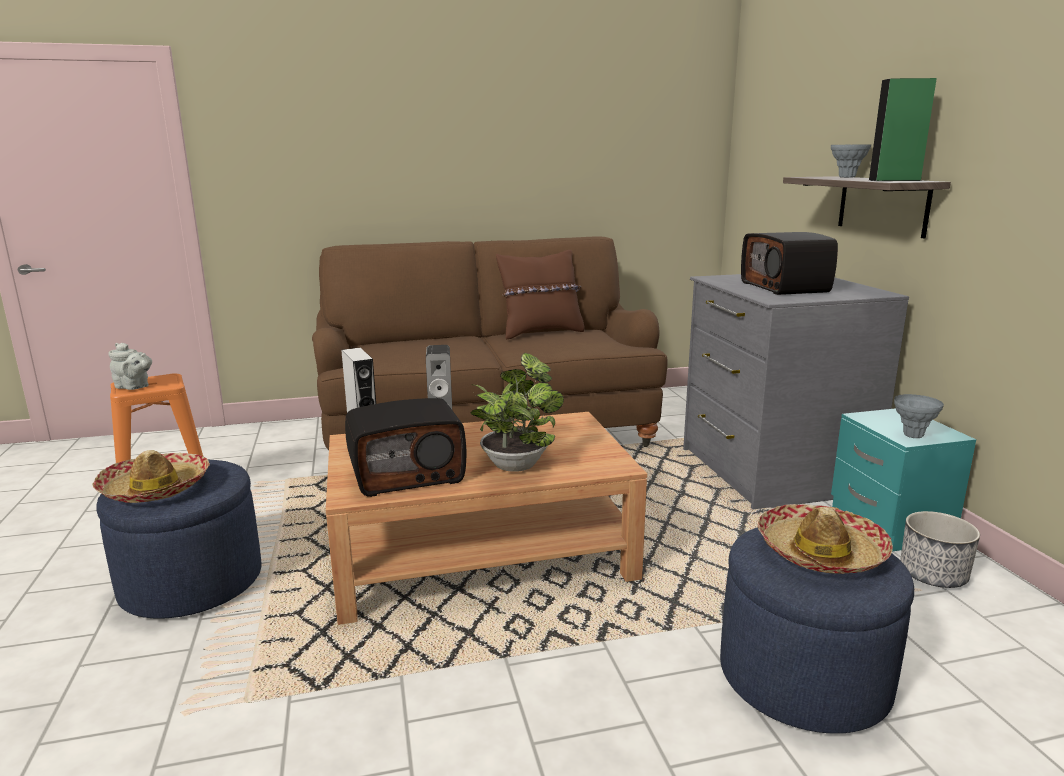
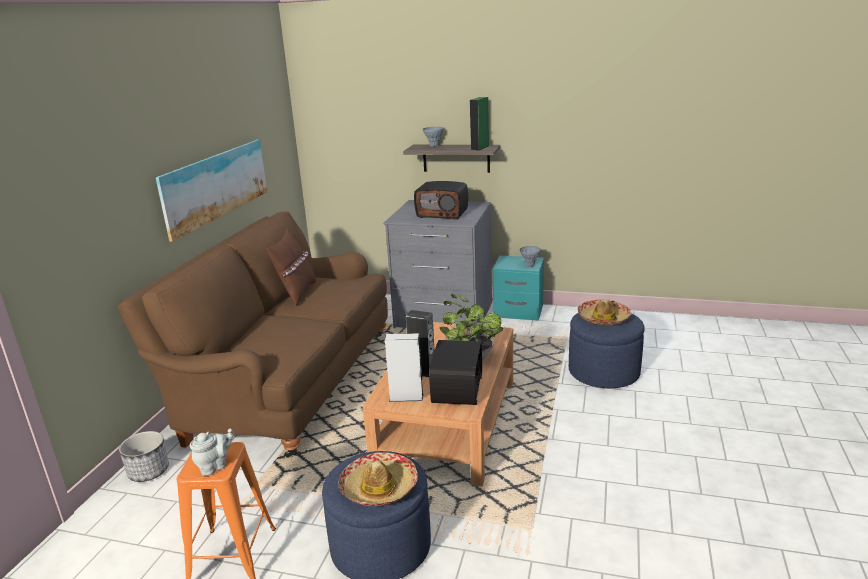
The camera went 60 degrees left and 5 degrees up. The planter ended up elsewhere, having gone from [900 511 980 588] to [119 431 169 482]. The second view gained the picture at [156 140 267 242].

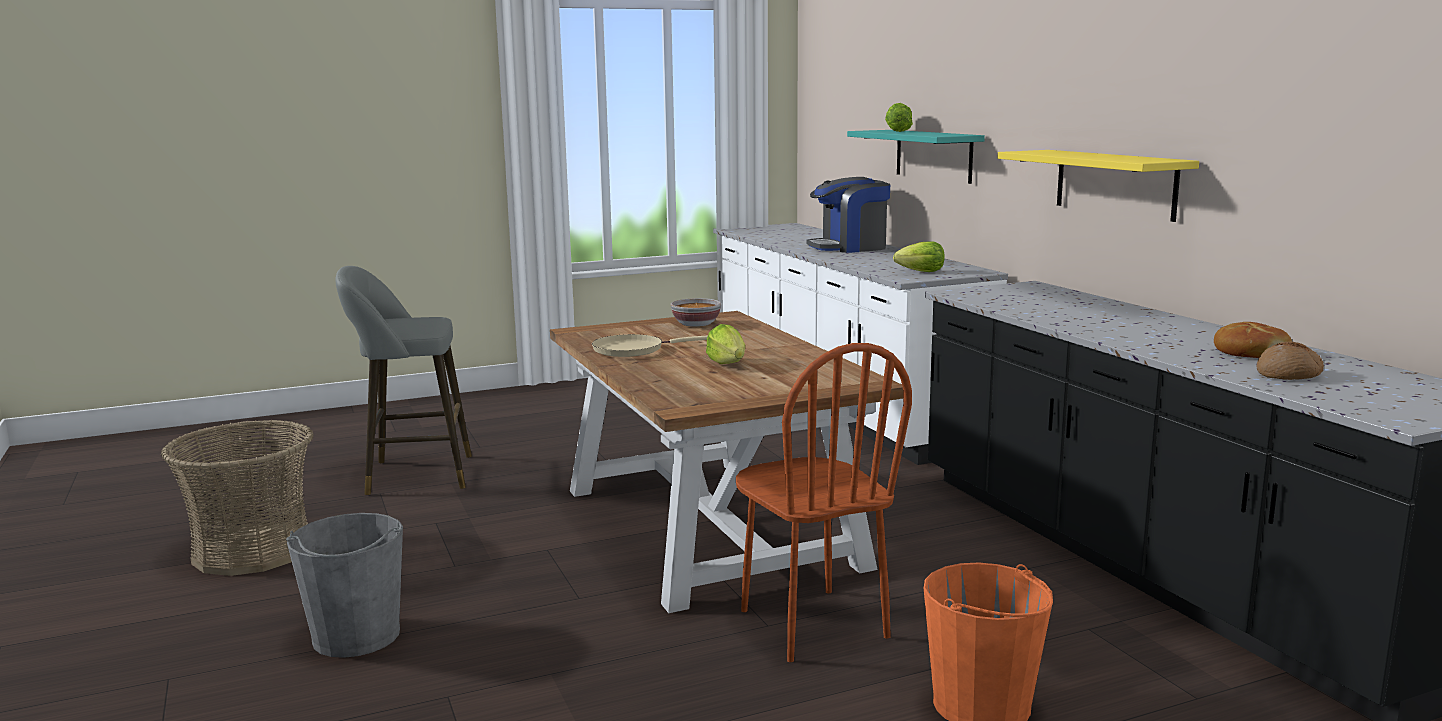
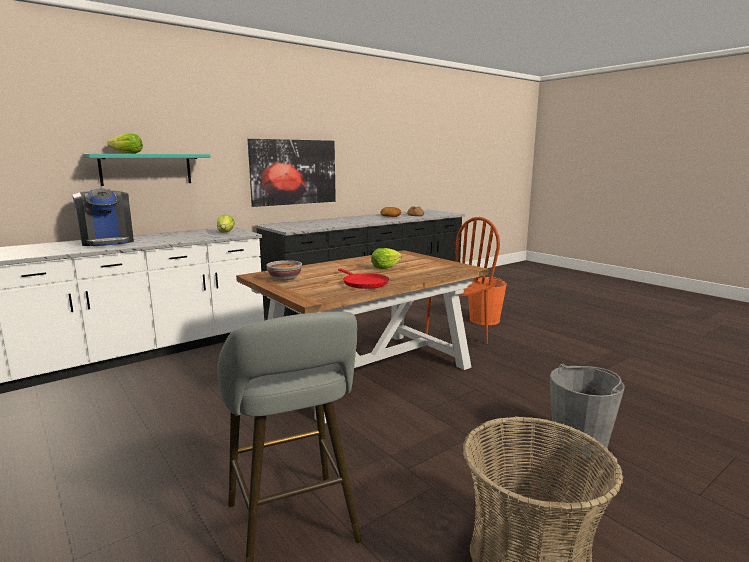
The camera went 105 degrees left and 0 degrees up. Where the yellow shelf hung at [997 150 1199 222], the picture came to hang at [248 139 336 207]. What was the beige frying pan at [592 334 708 357] turned into the red frying pan at [338 268 389 289].

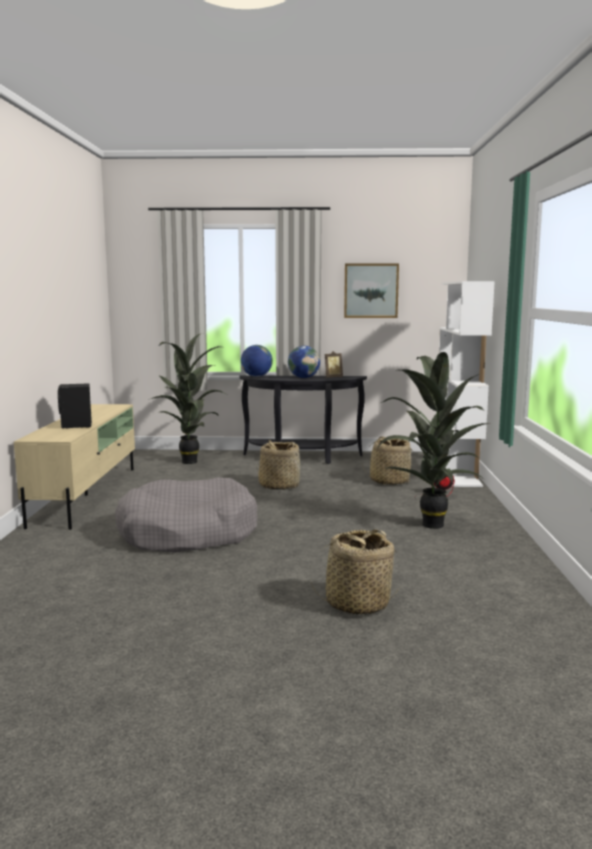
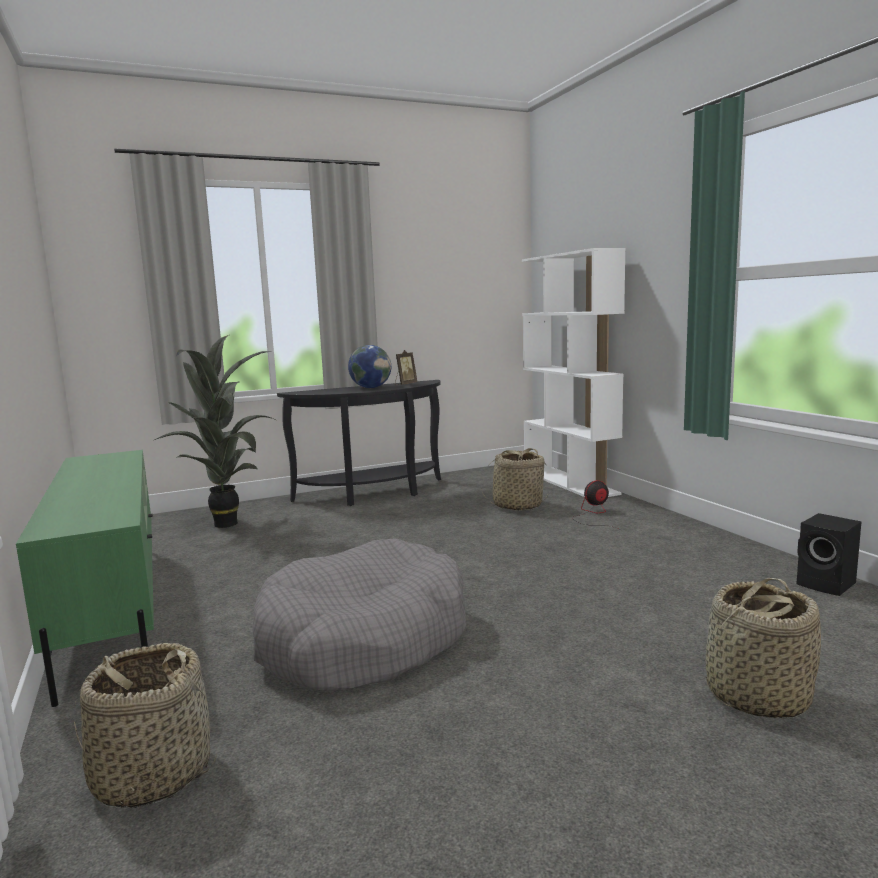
The camera went 25 degrees left and 0 degrees up. What was the beige tv stand at [14 404 135 530] turned into the green tv stand at [16 450 154 707]. The basket ended up elsewhere, having gone from [257 439 301 490] to [74 643 217 808]. The black speaker ended up elsewhere, having gone from [58 383 92 429] to [796 513 862 596]. The second view lost the globe at [241 345 273 377]. The second view lost the picture at [344 263 399 318]. The second view lost the potted plant at [376 352 489 529].

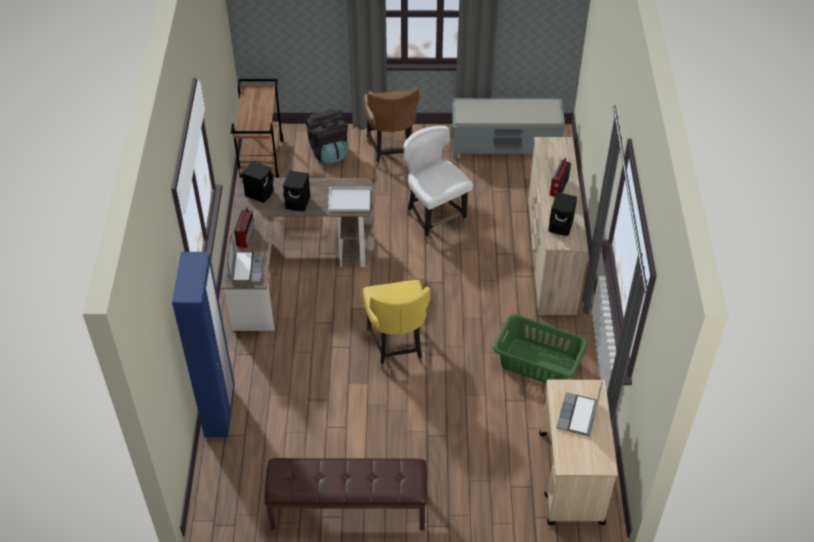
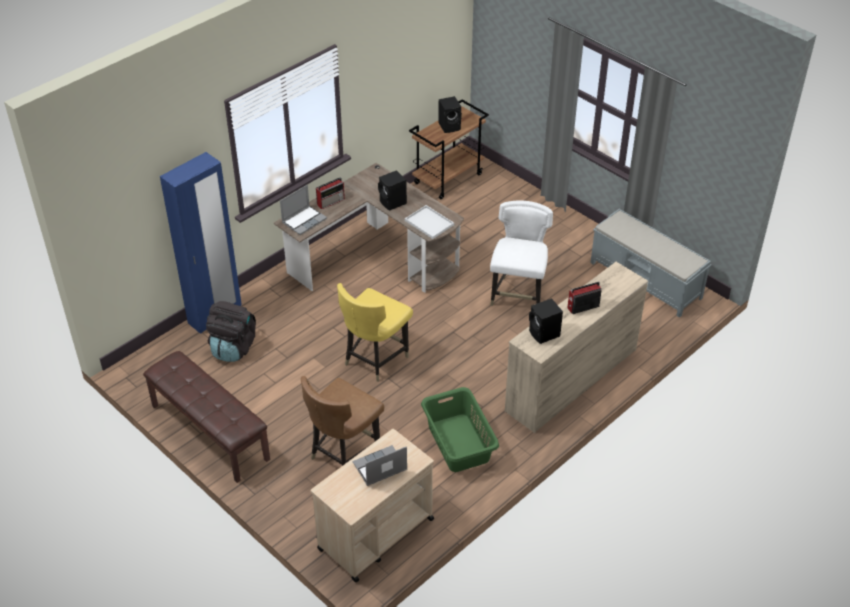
The camera went 45 degrees right and 5 degrees down. The black backpack ended up elsewhere, having gone from [306 109 348 163] to [206 301 256 362]. The brown chair ended up elsewhere, having gone from [363 87 419 168] to [301 376 384 466]. The black speaker ended up elsewhere, having gone from [242 161 274 203] to [438 96 462 133].

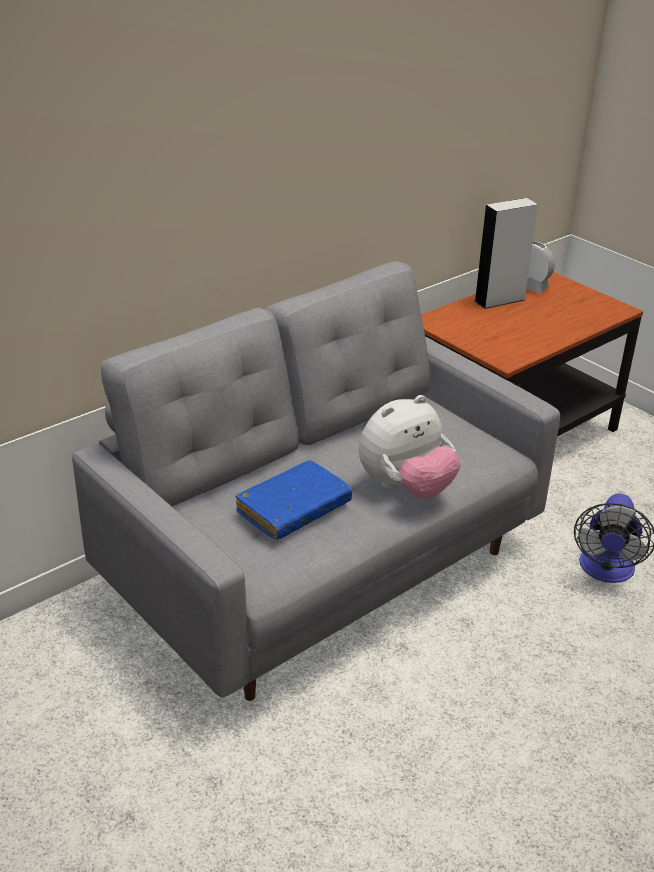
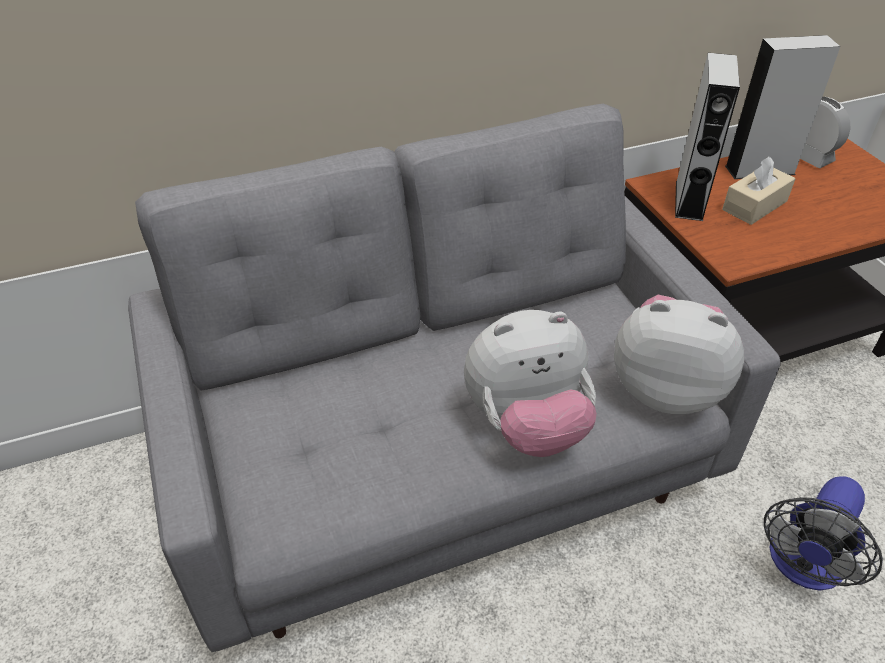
The camera went 20 degrees right and 10 degrees up. The second view gained the plush toy at [614 295 744 414]. The second view gained the grey speaker at [675 53 740 221]. The second view gained the beige tissue box at [722 156 795 225]. The second view lost the blue book at [235 460 352 540].

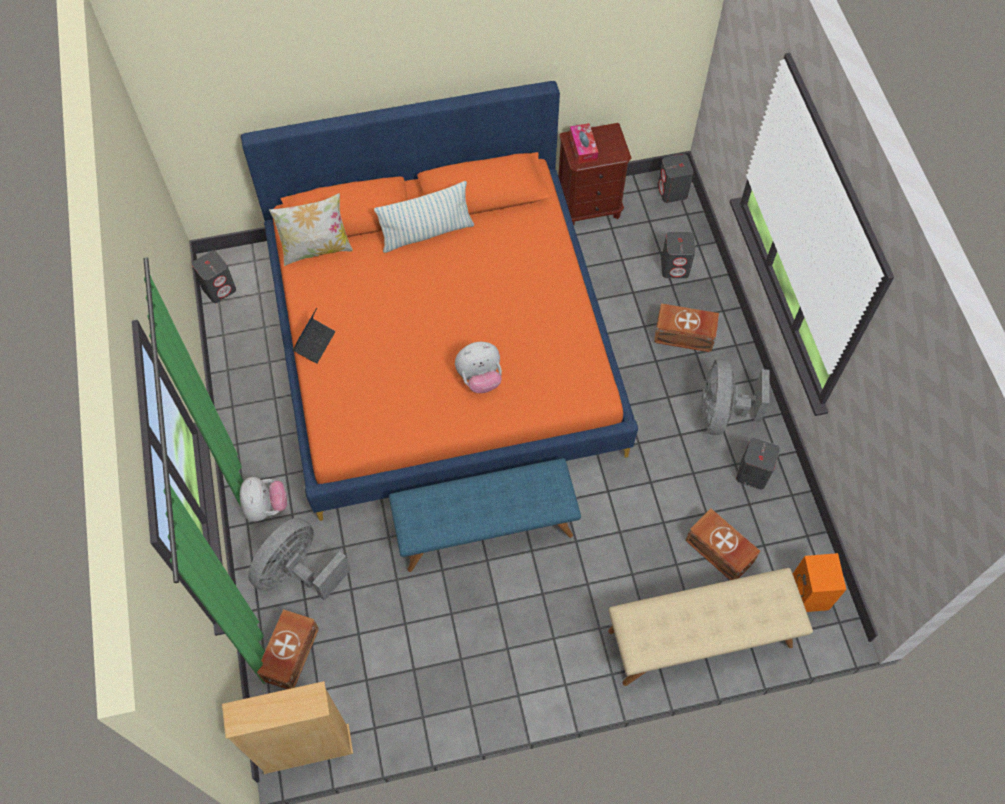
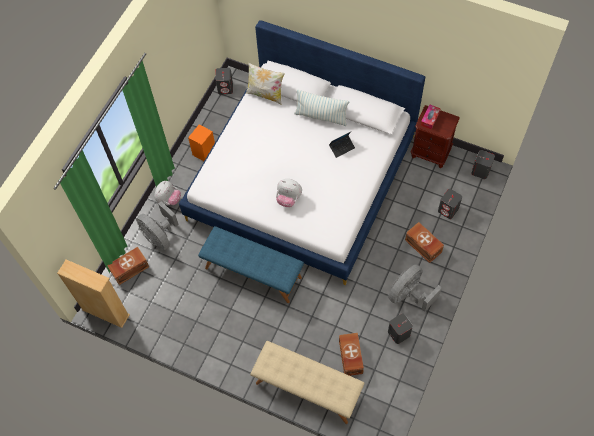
The camera went 40 degrees right and 0 degrees up. The grey fan at [248 518 351 601] ended up facing another way, 120 degrees counterclockwise from before. What was the orange bed at [241 81 638 521] turned into the white bed at [179 20 425 285]. The orange speaker ended up elsewhere, having gone from [793 553 846 612] to [188 124 215 161]. The laptop ended up elsewhere, having gone from [293 308 335 364] to [329 132 355 158].

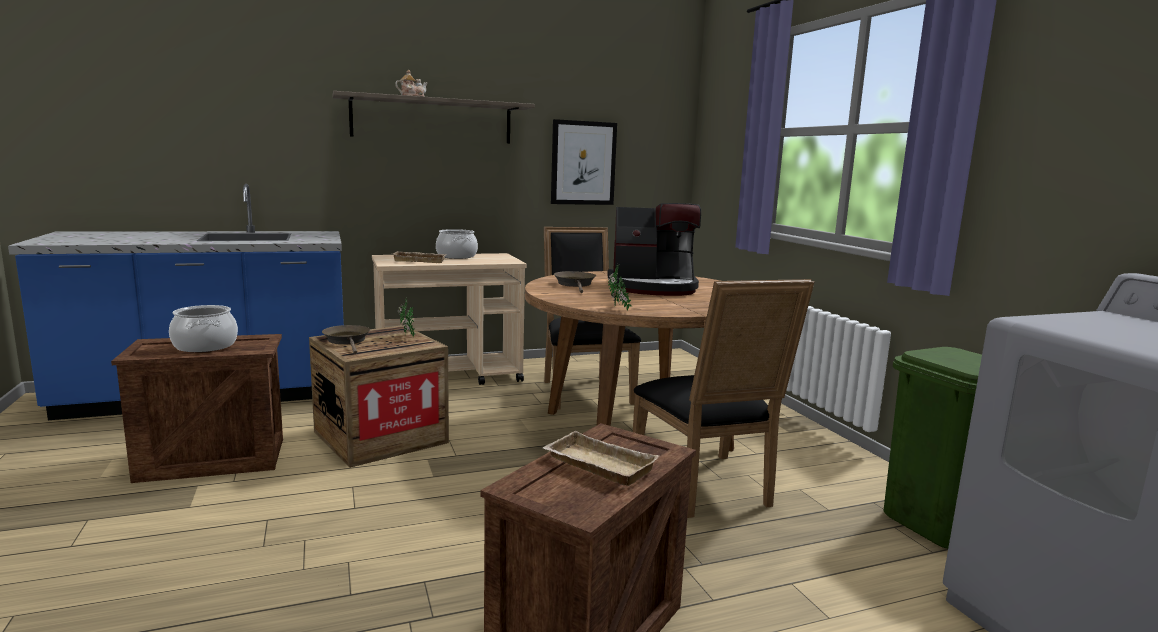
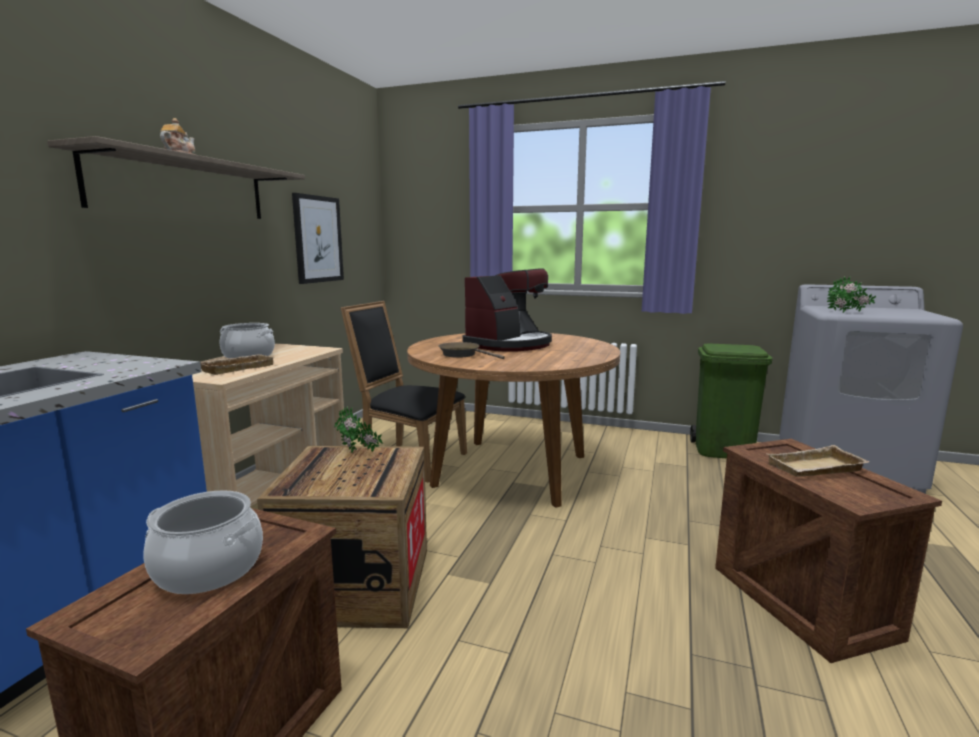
The camera went 50 degrees left and 0 degrees up. The potted plant ended up elsewhere, having gone from [608 264 632 311] to [827 276 876 313]. The second view lost the brown frying pan at [322 325 370 354]. The second view lost the black chair at [633 279 815 518].

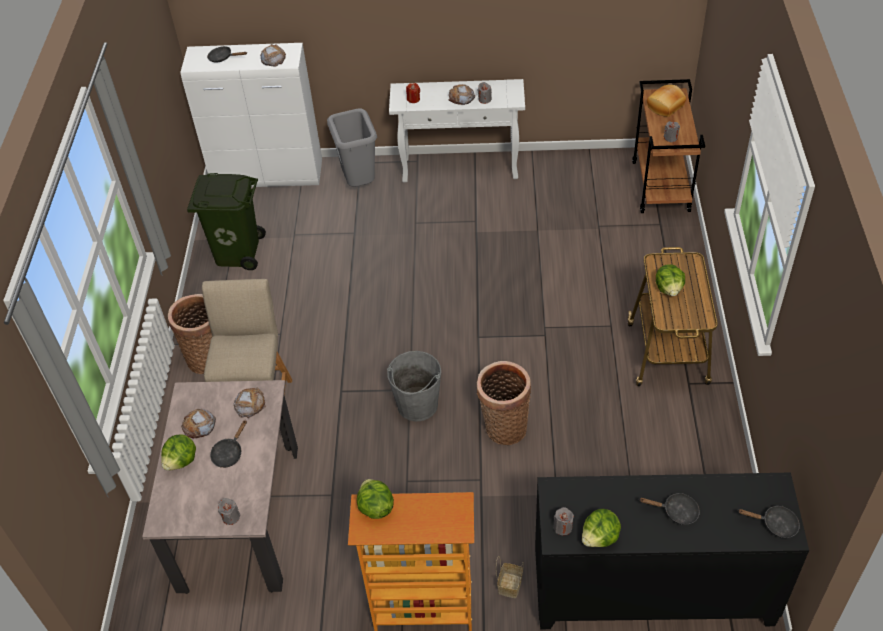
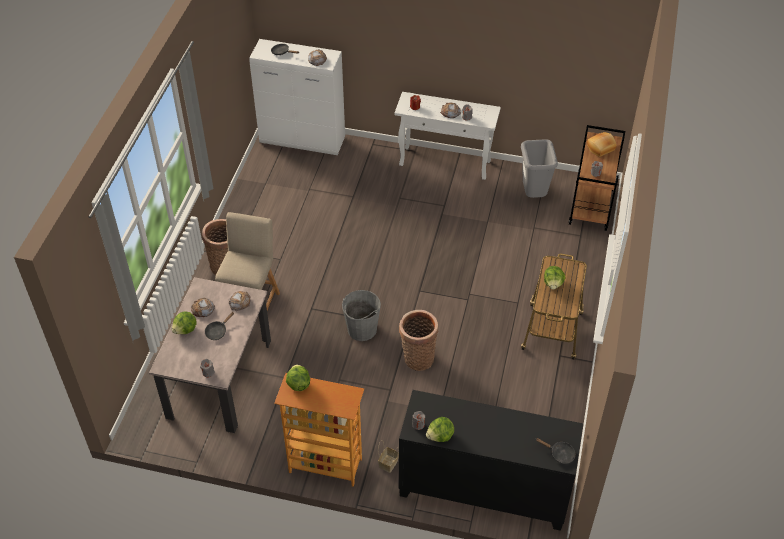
The camera went 10 degrees right and 0 degrees up. The grey trash can ended up elsewhere, having gone from [327 108 377 187] to [521 139 558 198]. The second view lost the green trash can at [187 173 266 270]. The second view lost the black frying pan at [639 493 700 525].

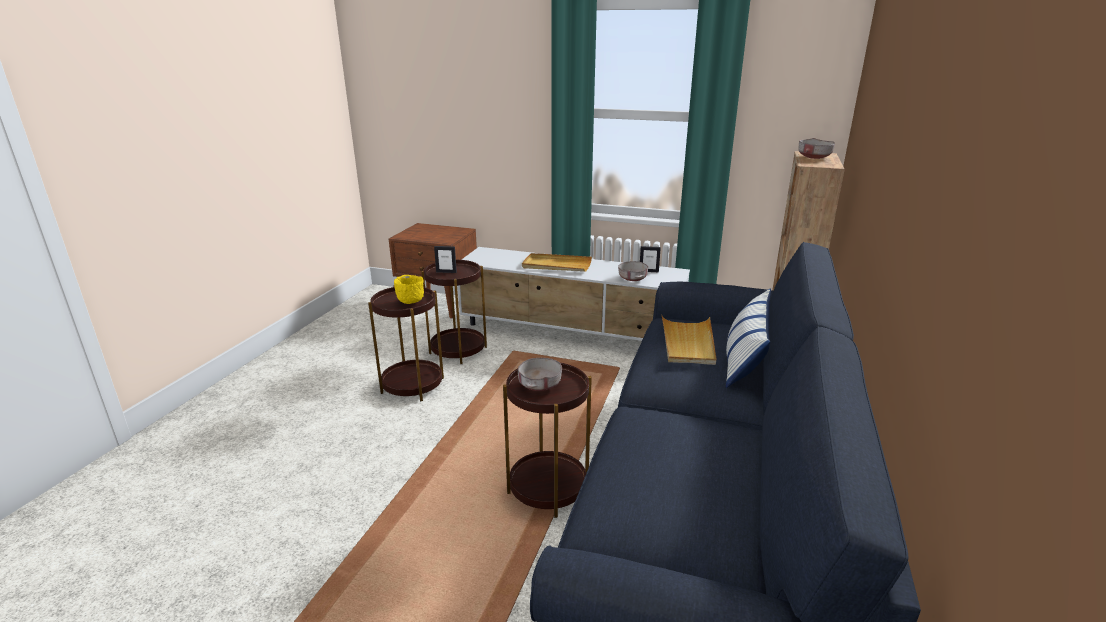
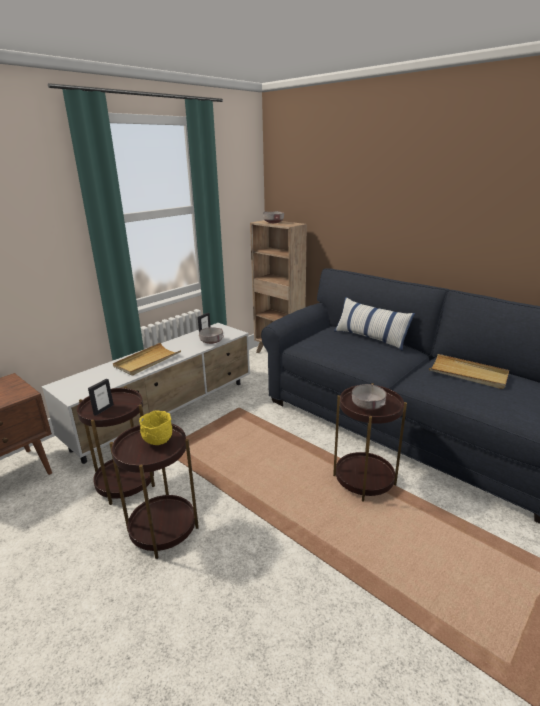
The camera went 65 degrees left and 0 degrees up. The beige tray ended up elsewhere, having gone from [662 316 716 365] to [429 354 509 389].

